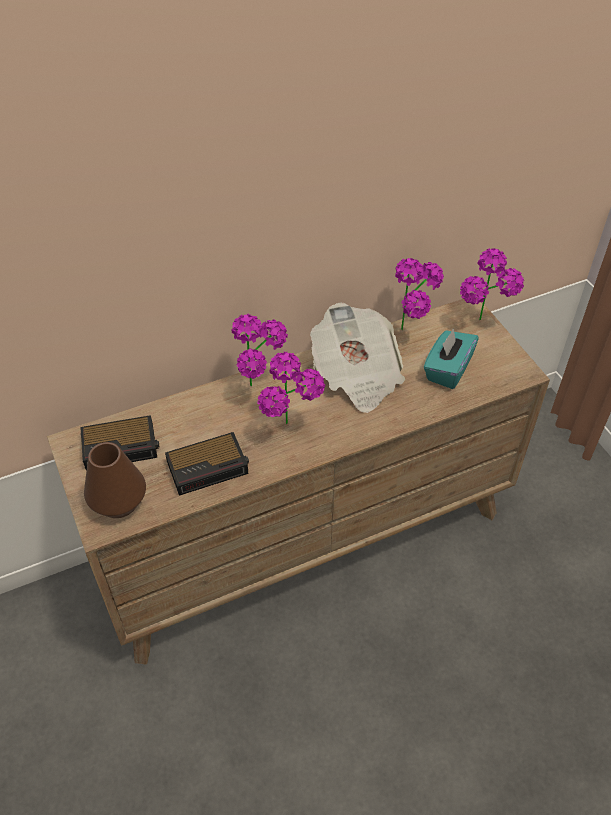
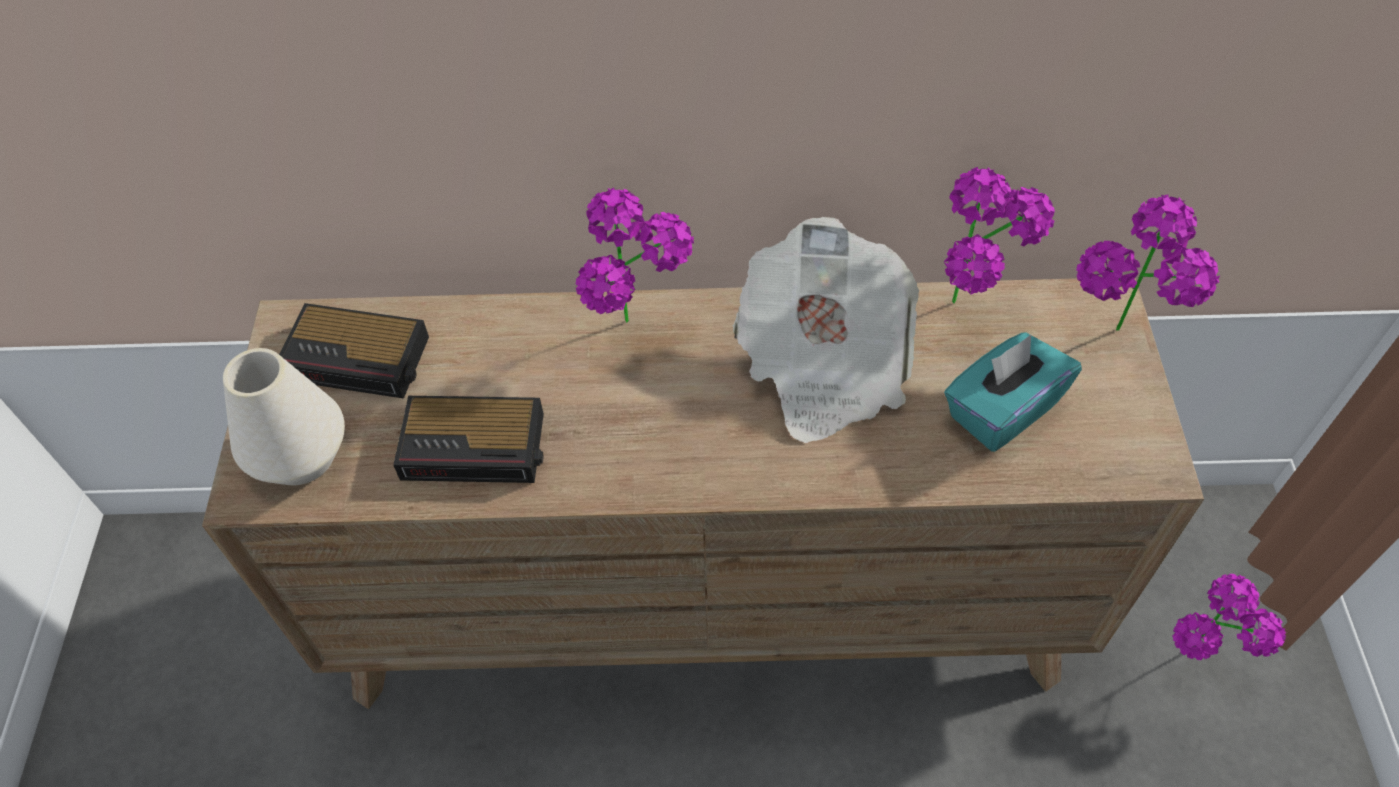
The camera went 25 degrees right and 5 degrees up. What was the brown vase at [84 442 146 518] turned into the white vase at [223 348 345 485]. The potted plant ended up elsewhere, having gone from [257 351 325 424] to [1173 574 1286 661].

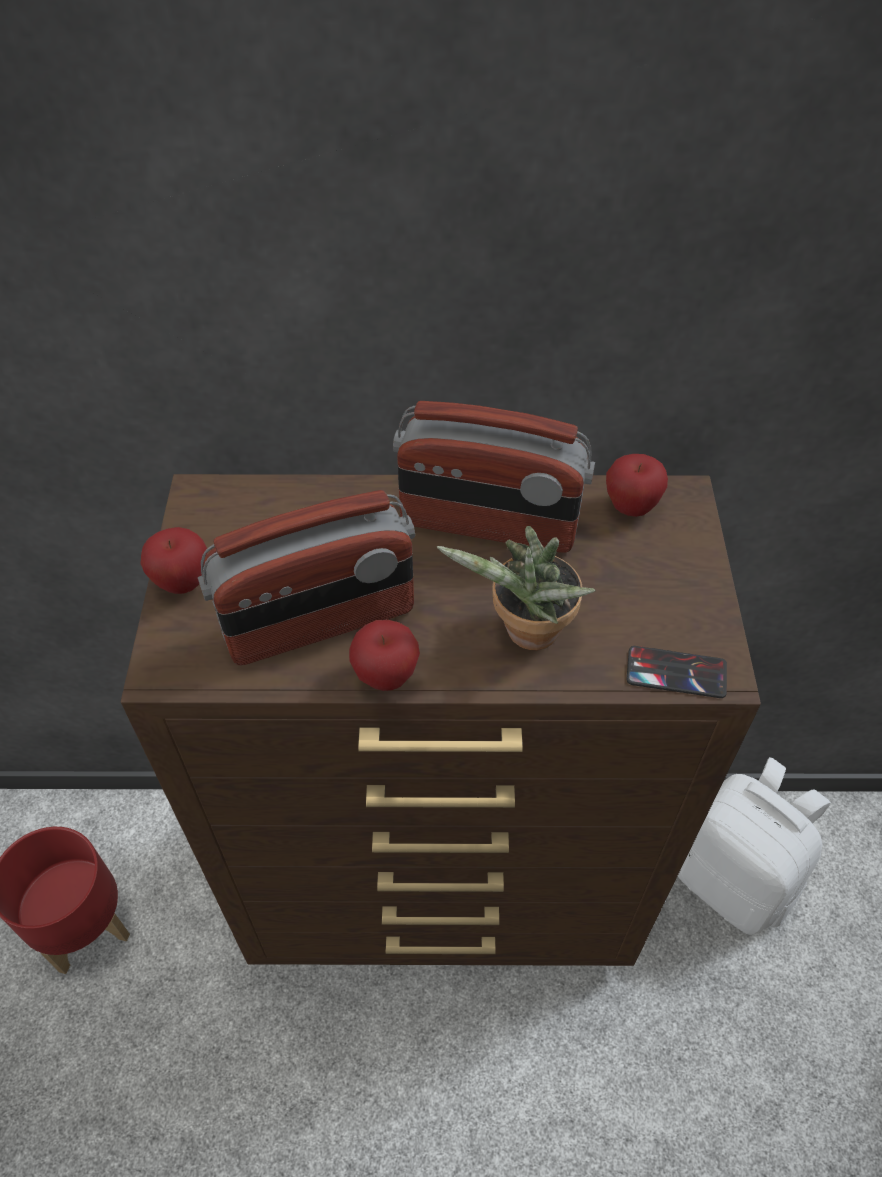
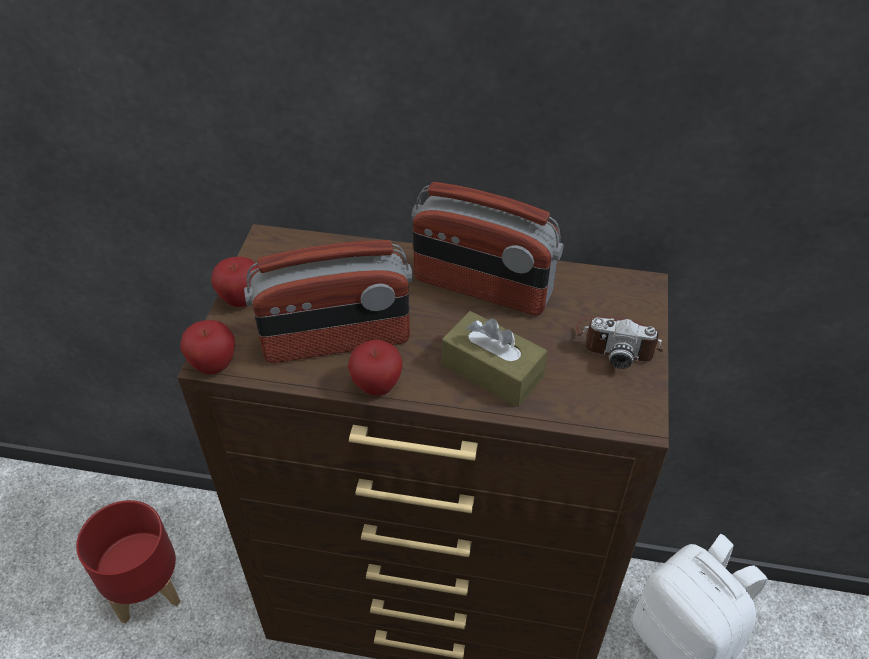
The camera went 10 degrees right and 5 degrees down. The apple ended up elsewhere, having gone from [606 454 668 517] to [180 320 235 374]. Where the potted plant stood at [437 526 596 650], the brown tissue box came to stand at [442 311 548 407]. The second view gained the photo camera at [575 316 663 369]. The second view lost the phone at [627 646 727 698].

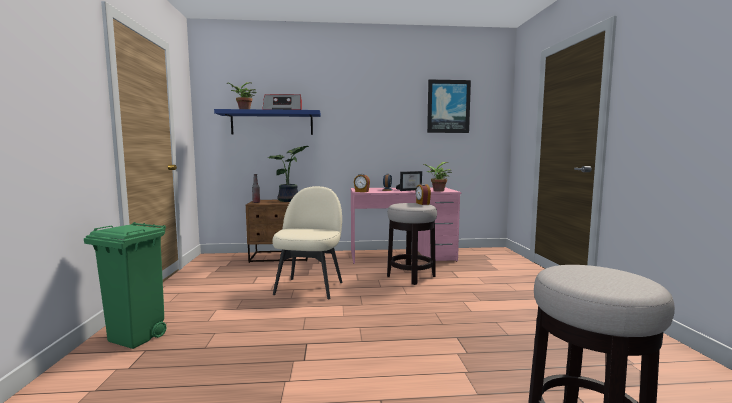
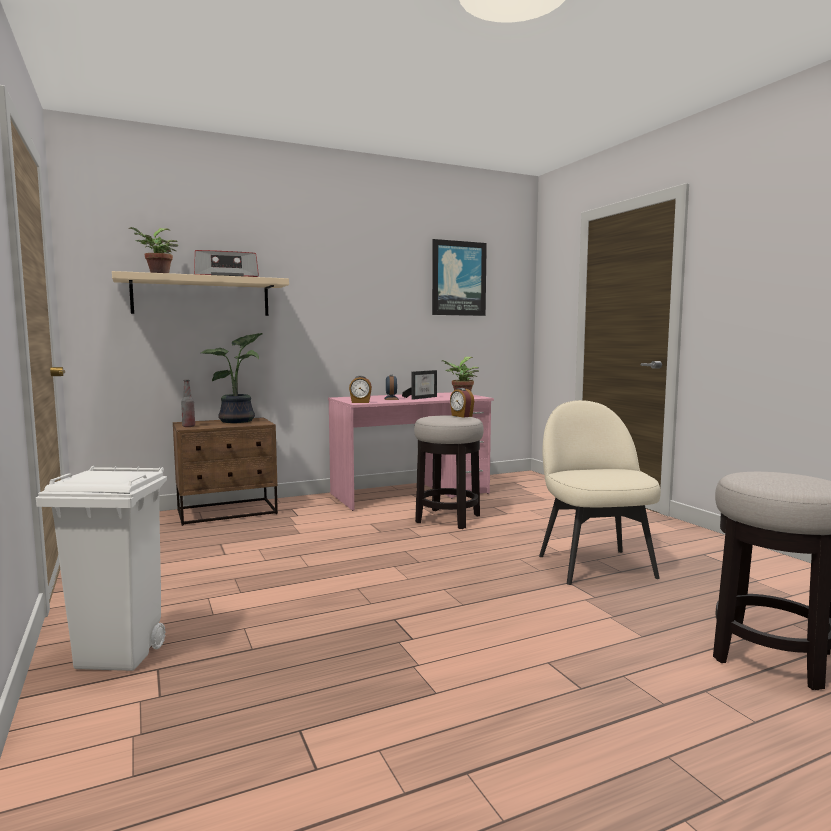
The camera went 20 degrees left and 0 degrees up. What was the green trash can at [84 222 167 349] turned into the white trash can at [36 466 167 671]. What was the blue shelf at [214 109 321 135] turned into the beige shelf at [112 271 289 316]. The beige chair ended up elsewhere, having gone from [273 186 343 299] to [539 400 661 585].

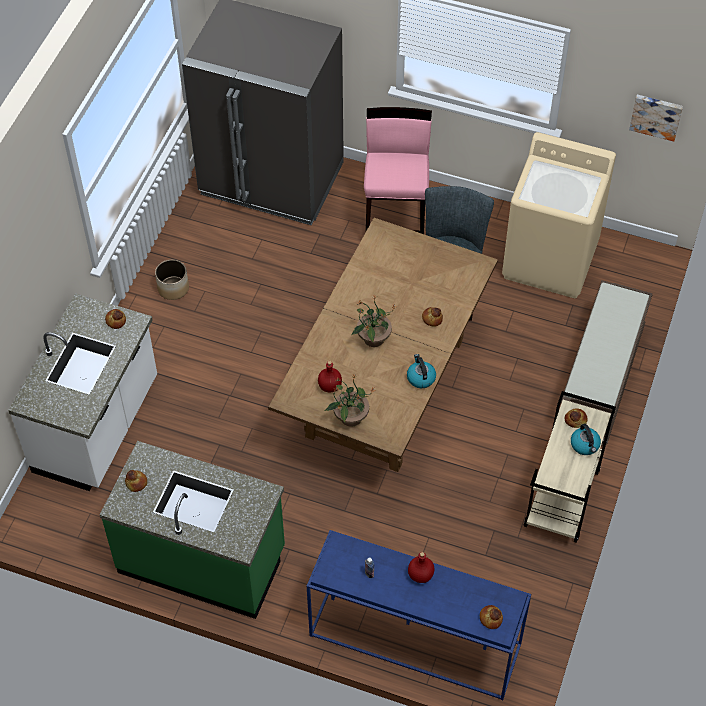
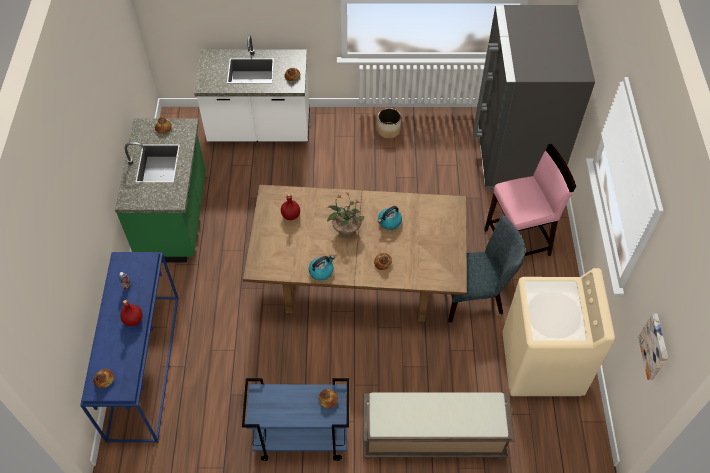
The camera went 70 degrees right and 0 degrees up. What was the beige cart at [524 391 616 543] turned into the blue cart at [242 378 349 461]. The kettle ended up elsewhere, having gone from [571 424 601 455] to [378 206 402 230]. The second view lost the potted plant at [325 373 375 427].

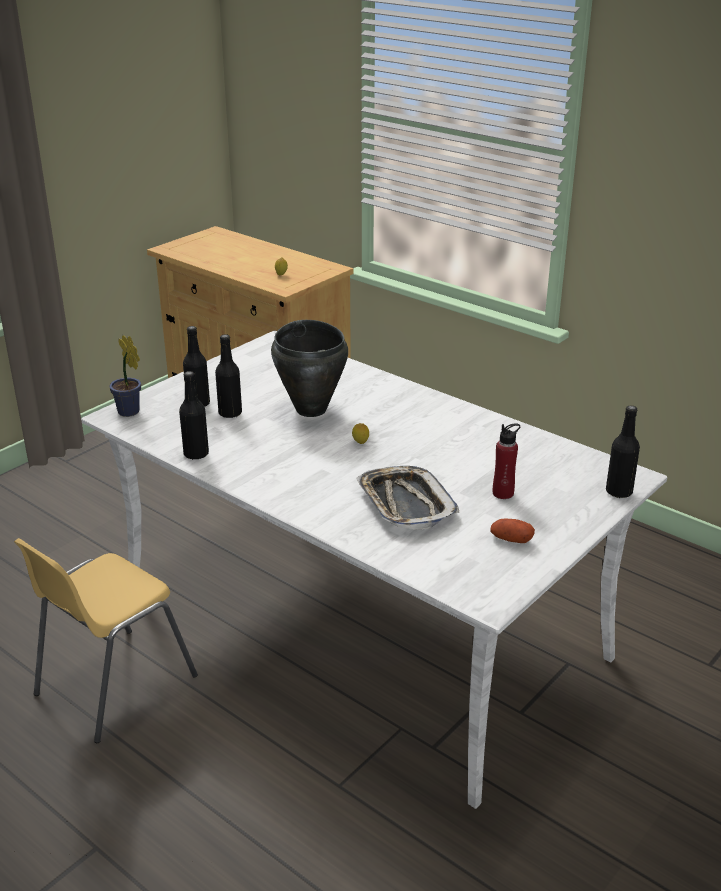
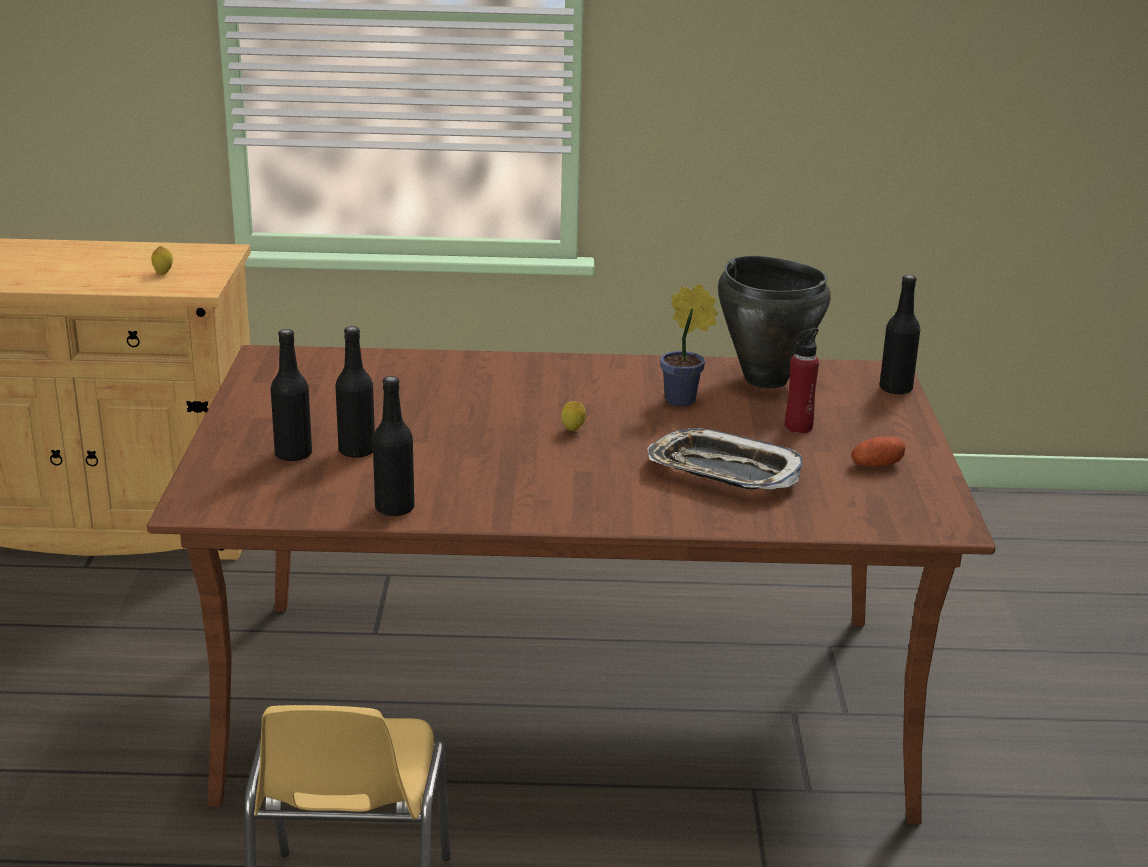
The camera went 40 degrees left and 5 degrees down. What was the white dining table at [81 330 667 809] turned into the brown dining table at [147 345 996 824]. The potted plant ended up elsewhere, having gone from [109 335 141 417] to [660 284 718 406]. The black cooking pot ended up elsewhere, having gone from [271 320 348 417] to [718 256 831 388].

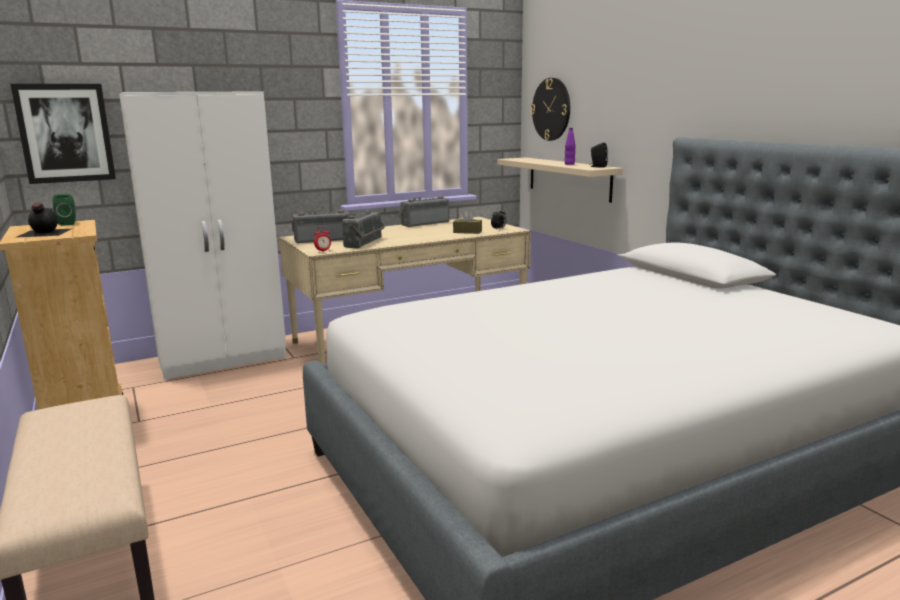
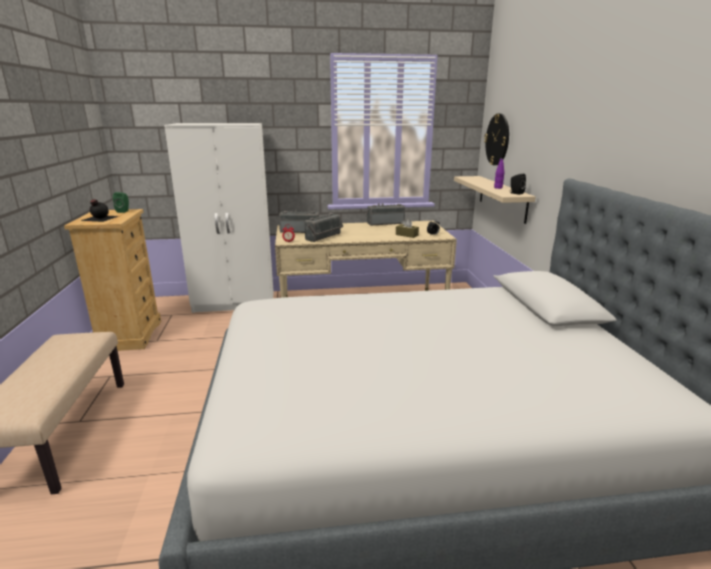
The camera went 20 degrees right and 5 degrees up. The second view lost the picture at [11 84 116 184].

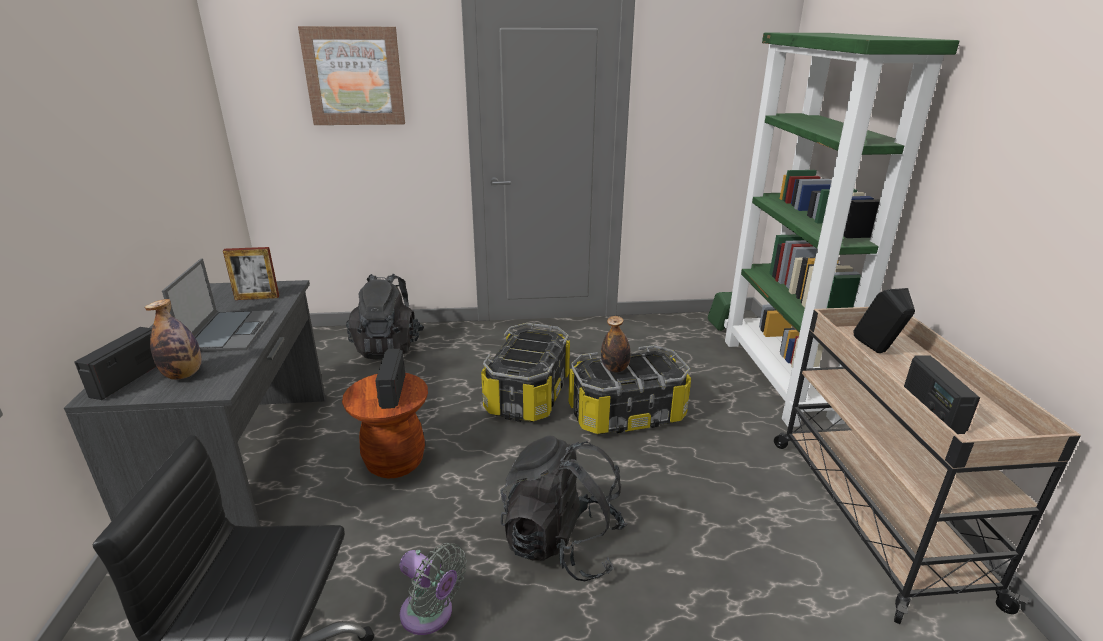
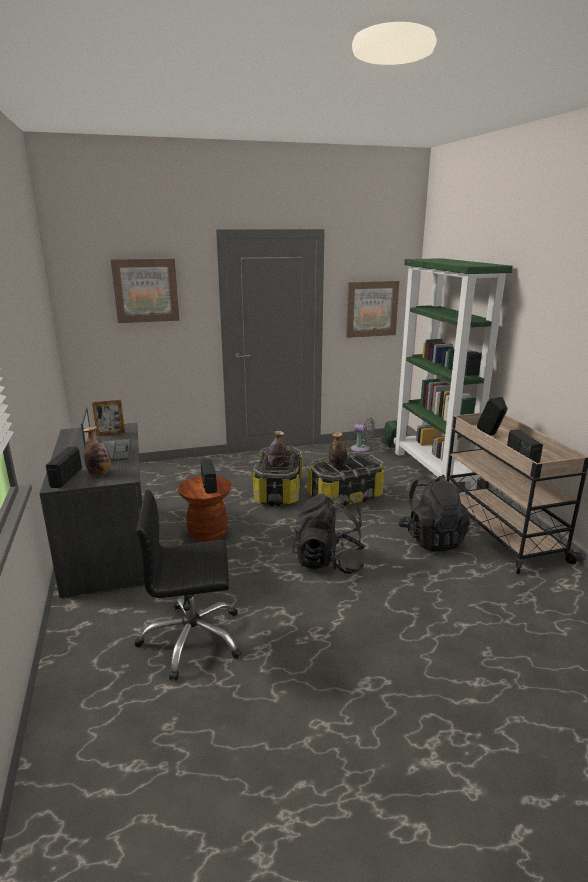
The camera went 10 degrees left and 5 degrees down. The second view gained the bottle at [268 431 286 467]. The second view gained the picture at [346 281 399 338]. The grey fan ended up elsewhere, having gone from [399 543 467 635] to [351 418 375 453]. The black backpack ended up elsewhere, having gone from [346 274 424 360] to [398 474 470 552].

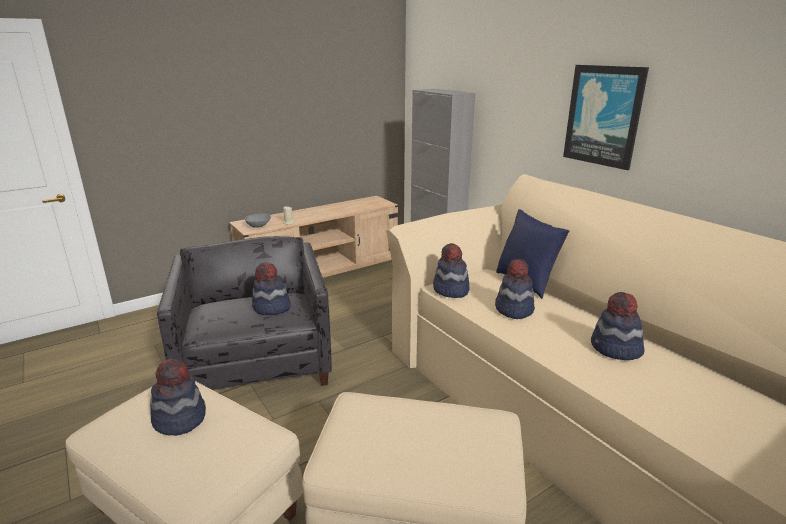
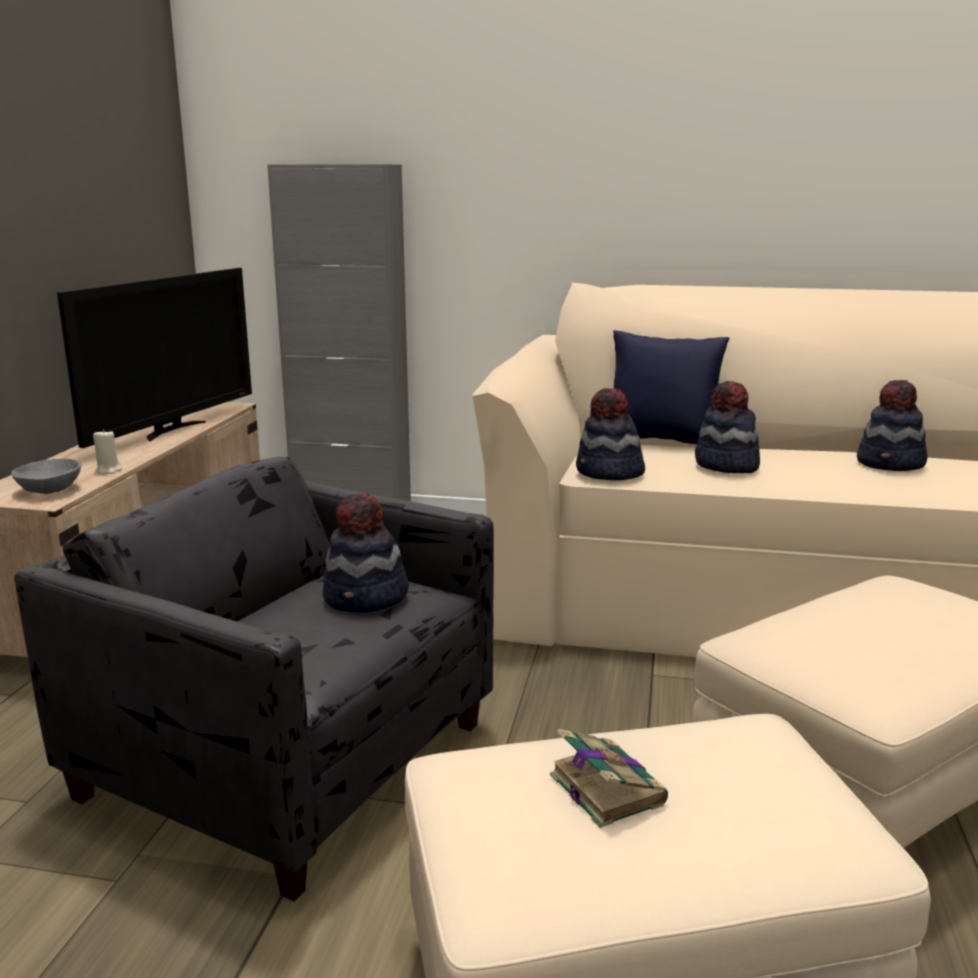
The camera went 45 degrees left and 5 degrees down. The second view gained the television at [57 268 252 448]. Where the hat stood at [150 359 206 436], the book came to stand at [550 729 668 828]. The second view lost the picture at [563 65 649 170].

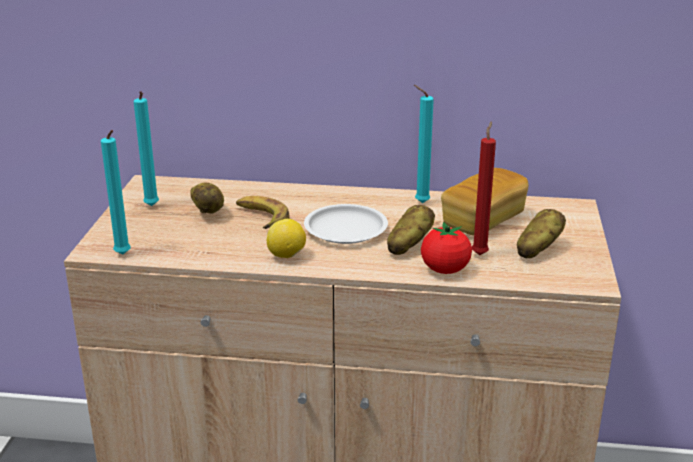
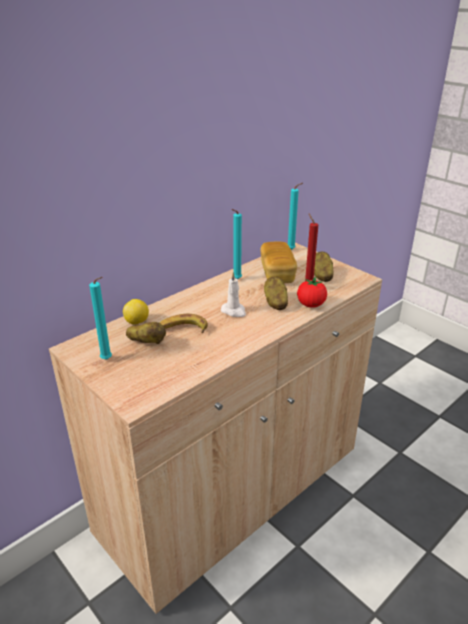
The camera went 50 degrees left and 5 degrees up. The lemon ended up elsewhere, having gone from [267 219 306 258] to [123 299 149 325]. Where the white plate stood at [304 204 388 244], the white candle came to stand at [221 272 246 317]. The turquoise candle ended up elsewhere, having gone from [101 130 131 255] to [288 183 303 250].

